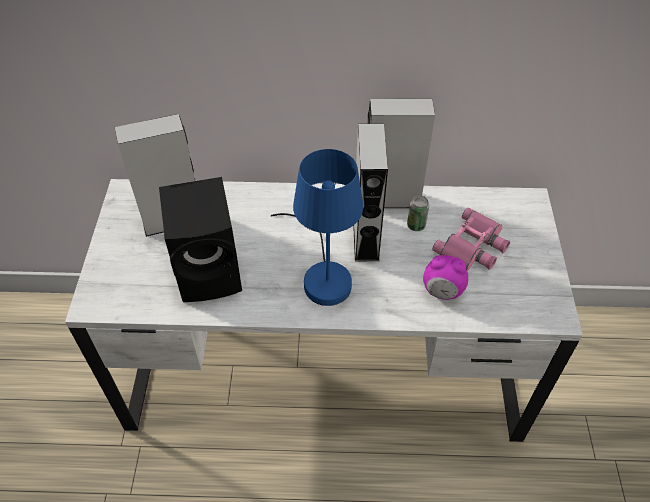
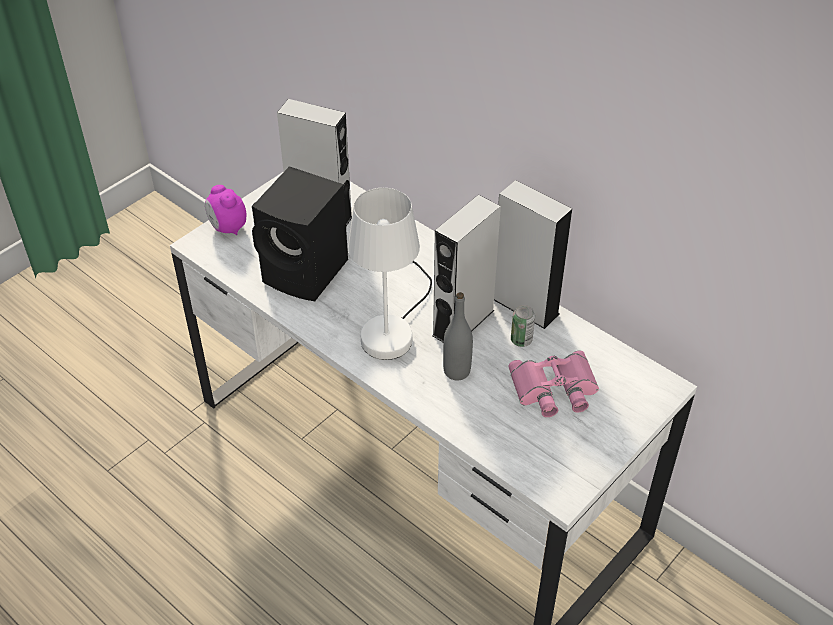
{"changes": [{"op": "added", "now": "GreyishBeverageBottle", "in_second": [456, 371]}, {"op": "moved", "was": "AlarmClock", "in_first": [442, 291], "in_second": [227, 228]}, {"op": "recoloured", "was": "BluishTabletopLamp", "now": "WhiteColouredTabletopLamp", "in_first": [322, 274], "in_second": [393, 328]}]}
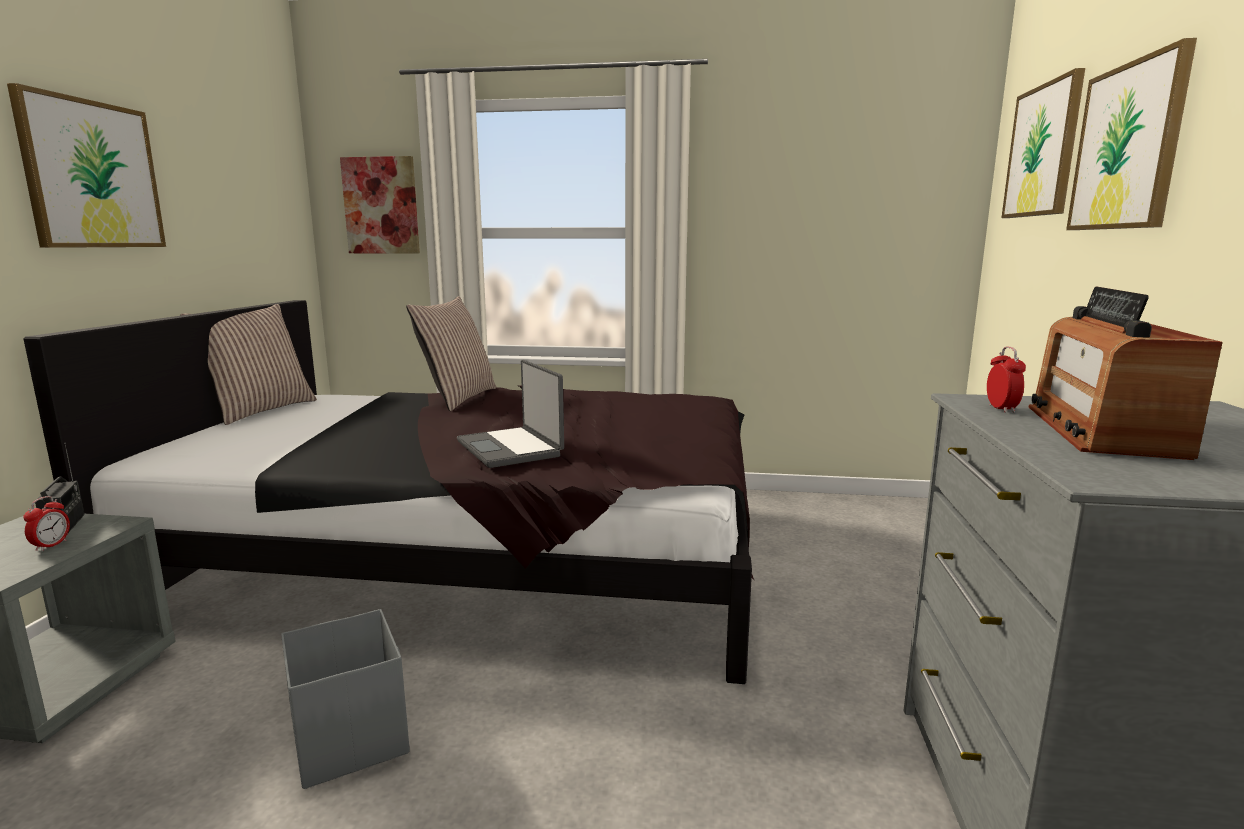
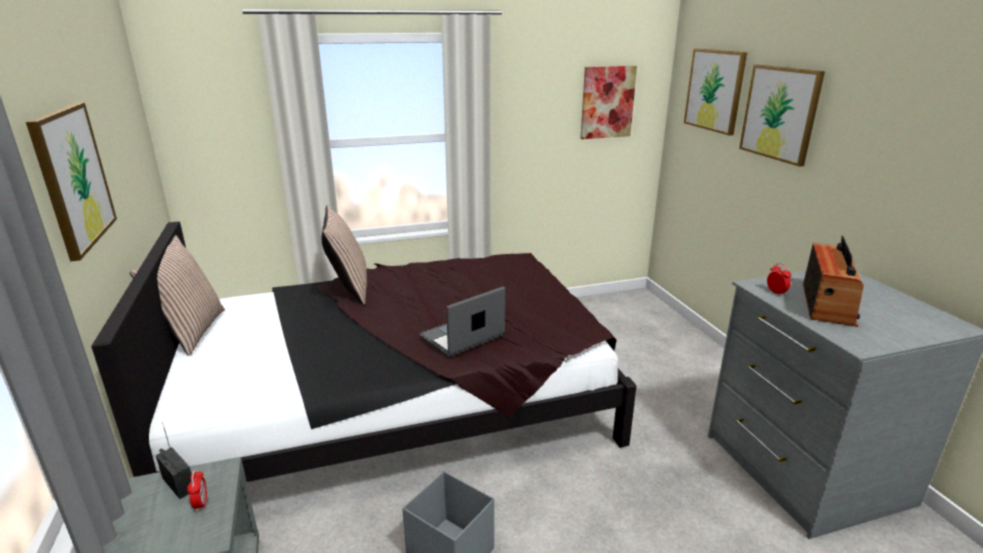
{"changes": [{"op": "moved", "was": "WallArt", "in_first": [381, 206], "in_second": [607, 102]}, {"op": "turned", "was": "PortableComputer", "in_first": [511, 448], "in_second": [463, 337], "clockwise": 105}, {"op": "turned", "was": "RadioSet", "in_first": [1101, 430], "in_second": [827, 304], "clockwise": -150}]}
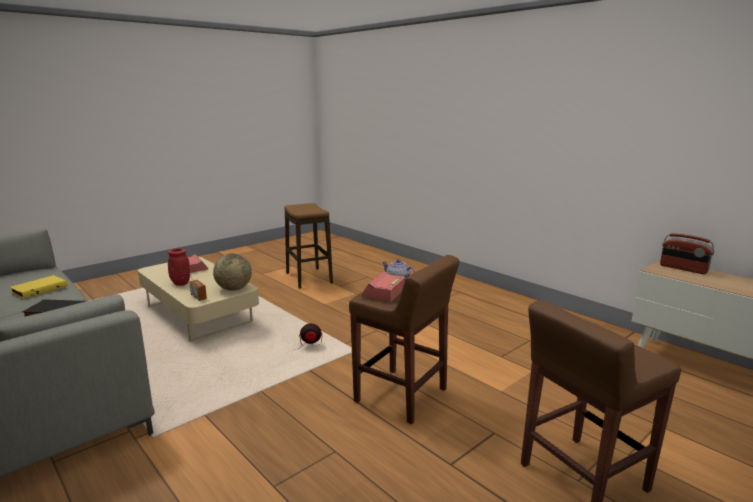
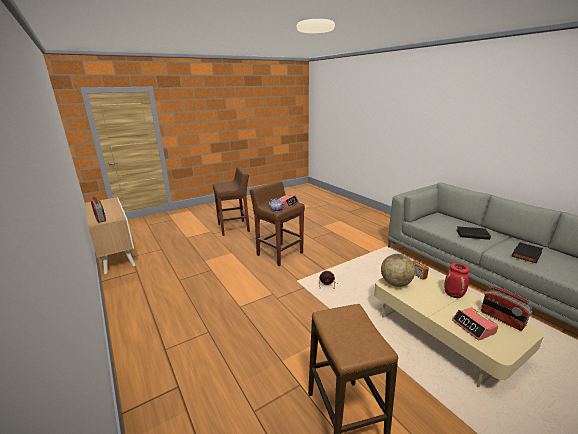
{"changes": [{"op": "added", "now": "RadioSet", "in_second": [502, 319]}, {"op": "recoloured", "was": "YellowishBoundBook", "now": "BlackBoundBook", "in_first": [39, 289], "in_second": [527, 254]}]}
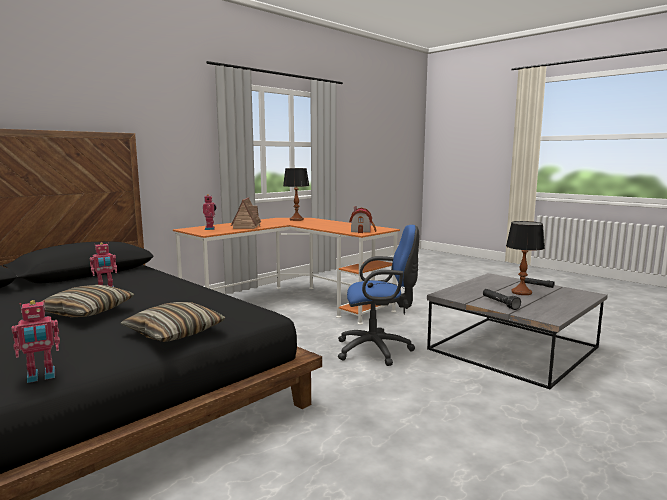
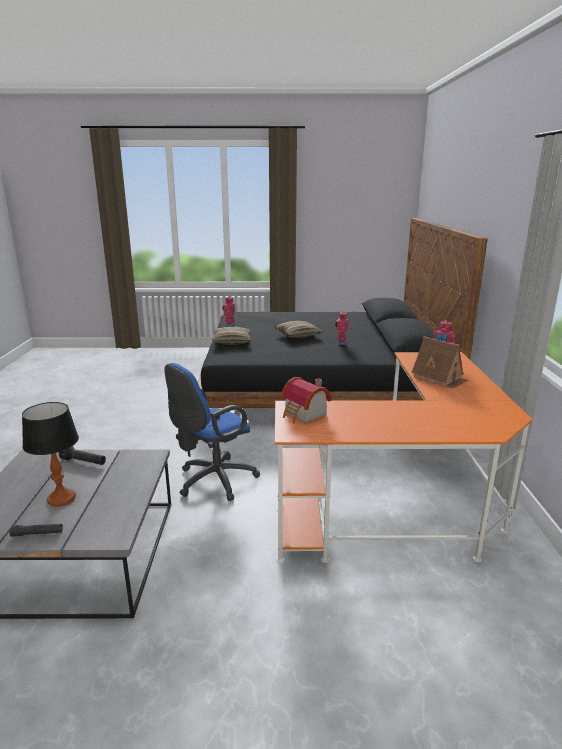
{"changes": [{"op": "removed", "was": "TabletopLamp", "in_first": [296, 219]}]}
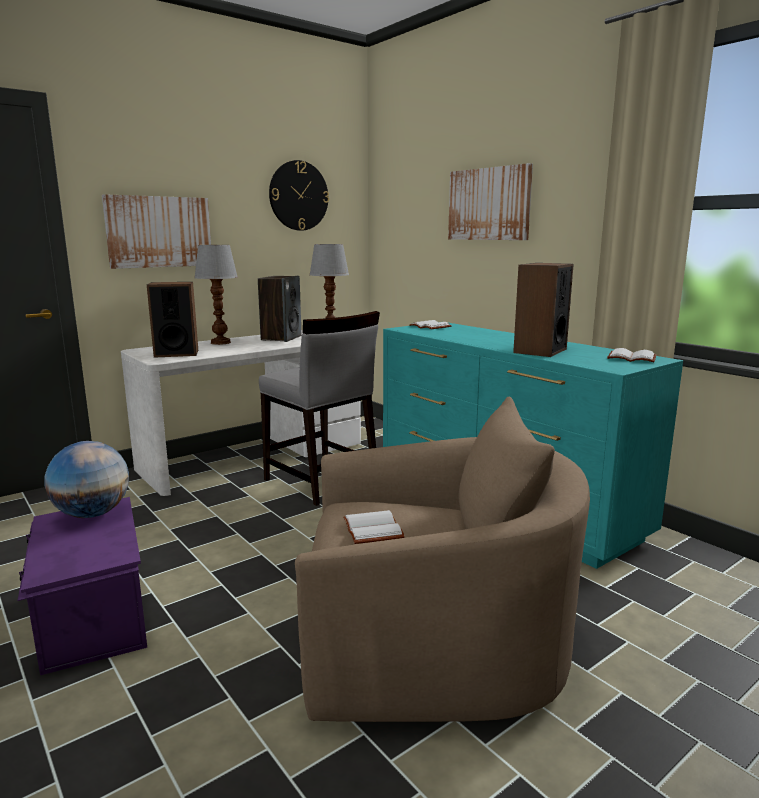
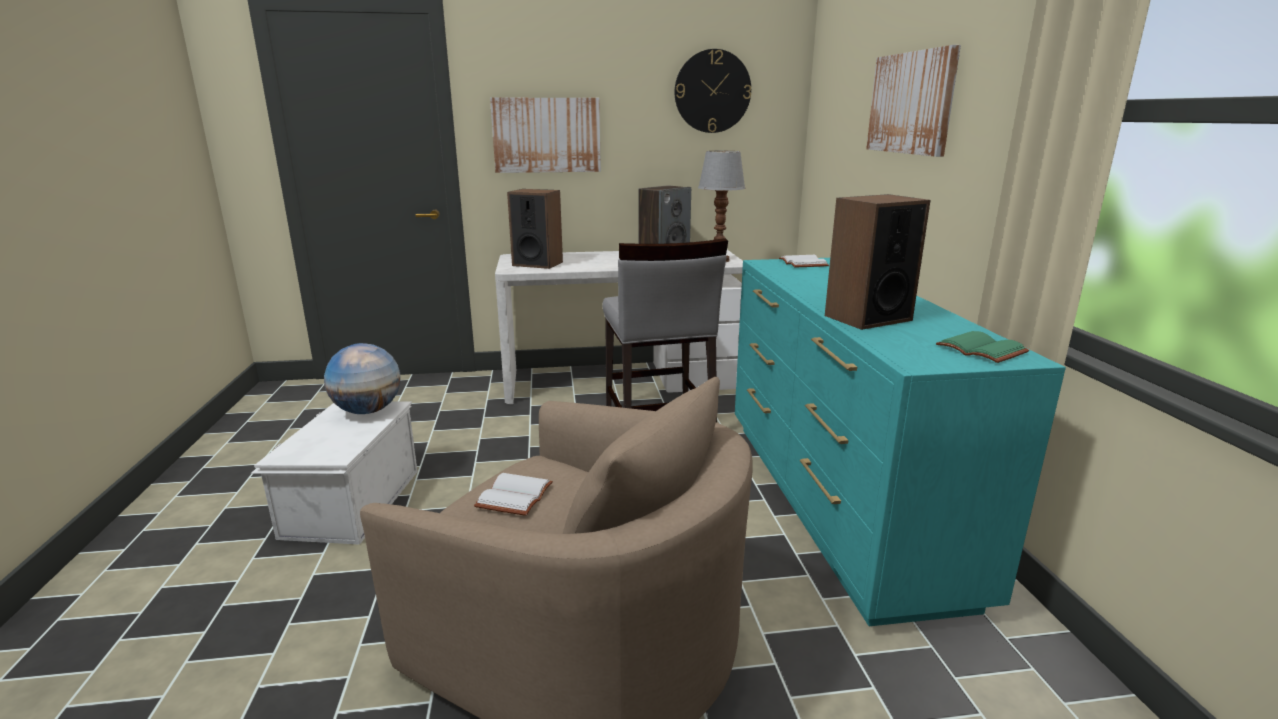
{"changes": [{"op": "removed", "was": "TabletopLamp", "in_first": [221, 343]}, {"op": "recoloured", "was": "PurpleStorageBox", "now": "WhiteColouredStorageBox", "in_first": [91, 618], "in_second": [350, 503]}, {"op": "recoloured", "was": "WhiteColouredBoundBook", "now": "GreenBoundBook", "in_first": [632, 358], "in_second": [983, 350]}]}
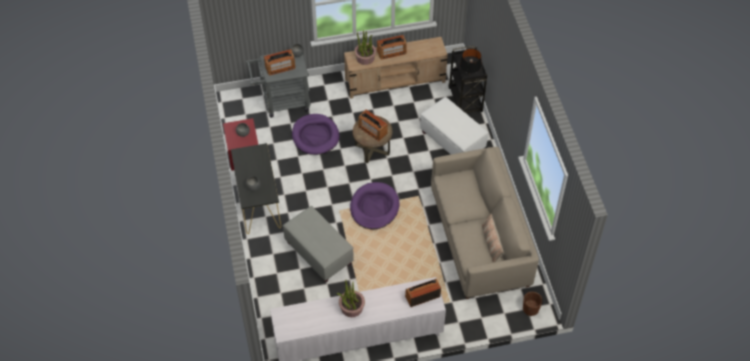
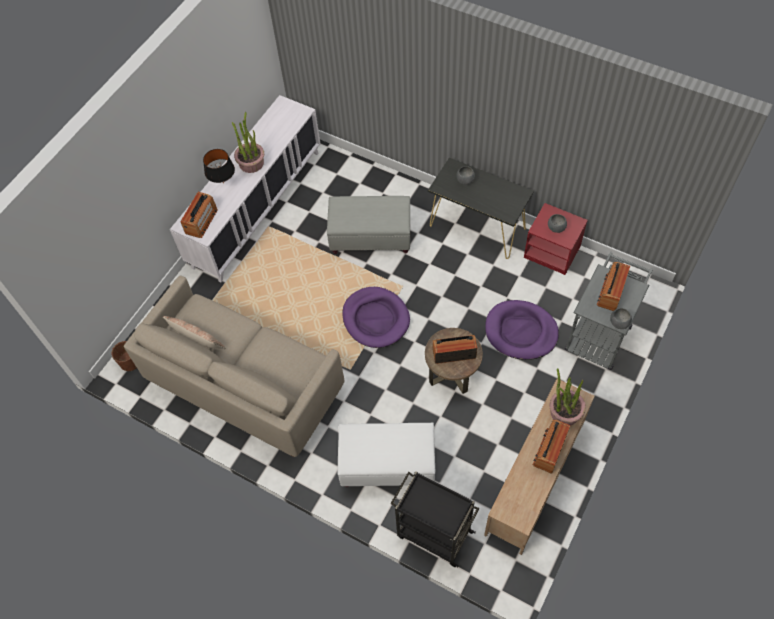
{"changes": [{"op": "moved", "was": "BlackTabletopLamp", "in_first": [469, 74], "in_second": [223, 183]}]}
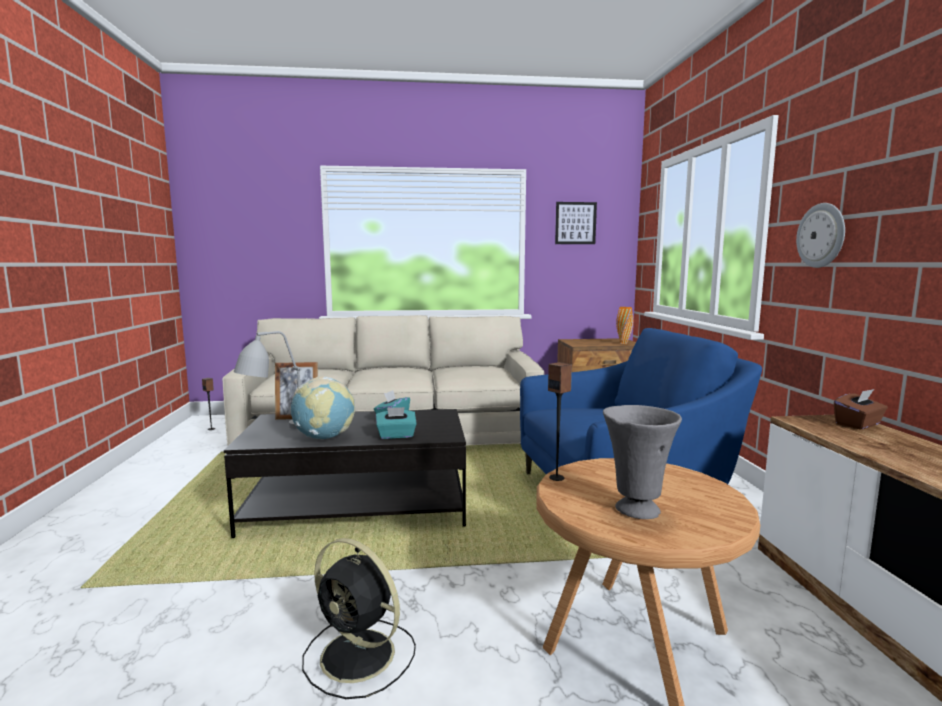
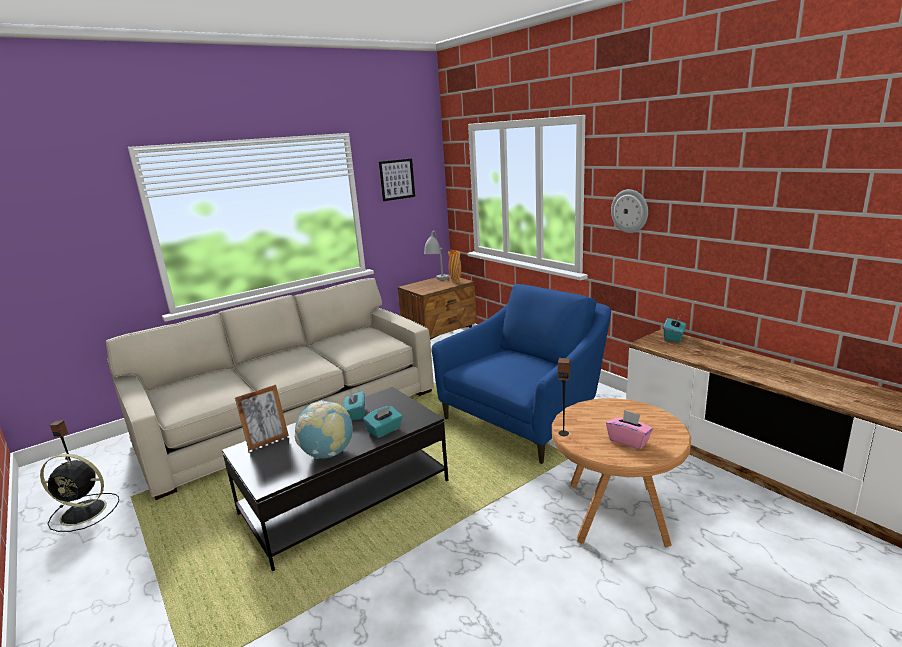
{"changes": [{"op": "moved", "was": "GreyishTabletopLamp", "in_first": [275, 430], "in_second": [438, 281]}, {"op": "moved", "was": "BlackCoolingFan", "in_first": [360, 656], "in_second": [85, 512]}, {"op": "replaced", "was": "GreyishFlowerVase", "now": "PinkishTissueHolder", "in_first": [635, 510], "in_second": [628, 441]}, {"op": "recoloured", "was": "BrownTissueHolder", "now": "BlueGreenTissueHolder", "in_first": [858, 424], "in_second": [674, 337]}]}
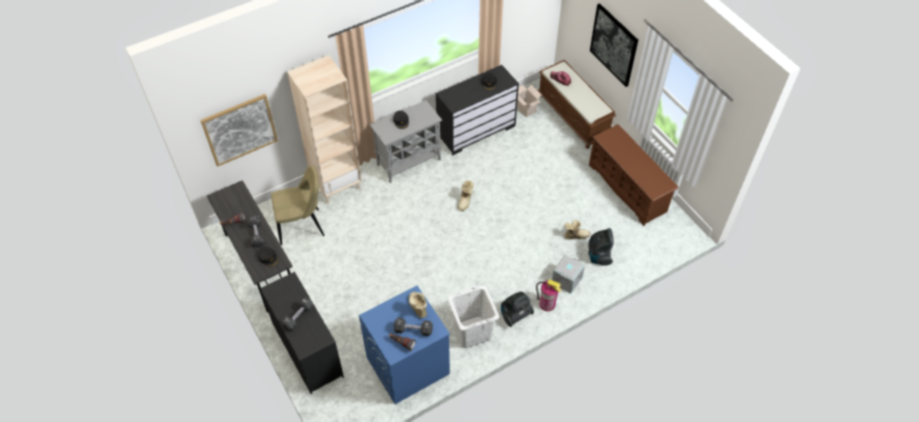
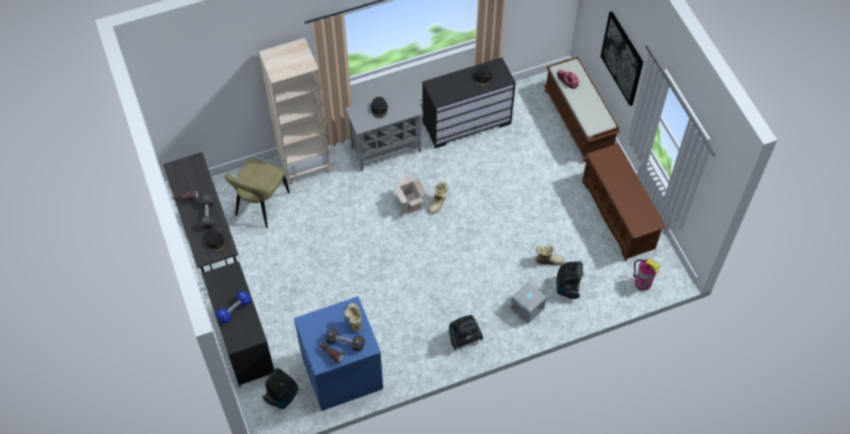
{"changes": [{"op": "removed", "was": "WallArt", "in_first": [240, 129]}, {"op": "removed", "was": "WhiteColouredHamper", "in_first": [472, 332]}, {"op": "added", "now": "VacuumCleaner", "in_second": [283, 396]}, {"op": "moved", "was": "CardboardBox", "in_first": [525, 109], "in_second": [409, 203]}, {"op": "moved", "was": "FireExtinguisher", "in_first": [547, 304], "in_second": [643, 283]}, {"op": "recoloured", "was": "BlackDumbbell", "now": "BluishDumbbell", "in_first": [298, 317], "in_second": [234, 310]}, {"op": "turned", "was": "SandColouredUprightChair", "in_first": [303, 226], "in_second": [261, 206], "clockwise": 120}]}
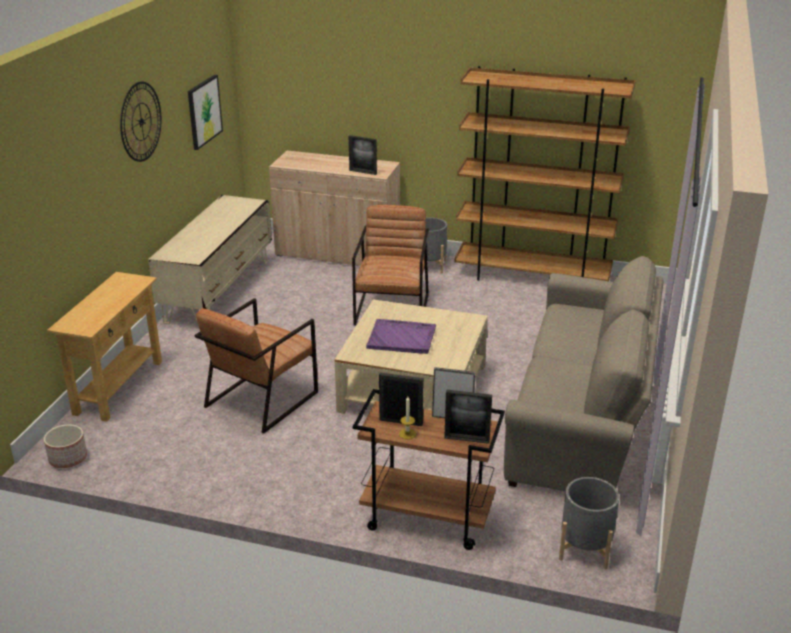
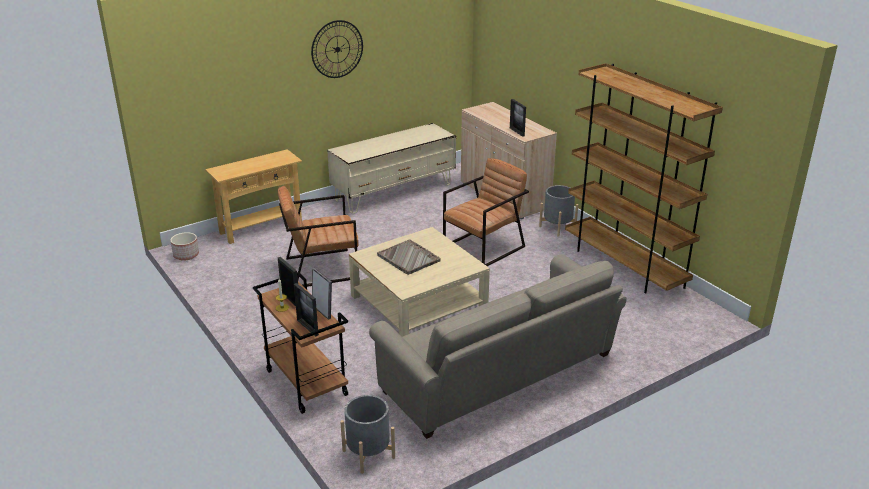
{"changes": [{"op": "removed", "was": "WallArt", "in_first": [204, 111]}, {"op": "recoloured", "was": "PurpleCarryingTray", "now": "GreyishCarryingTray", "in_first": [402, 338], "in_second": [409, 258]}]}
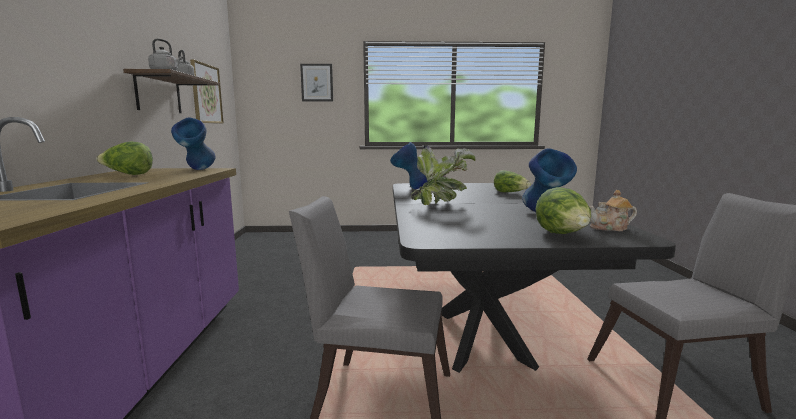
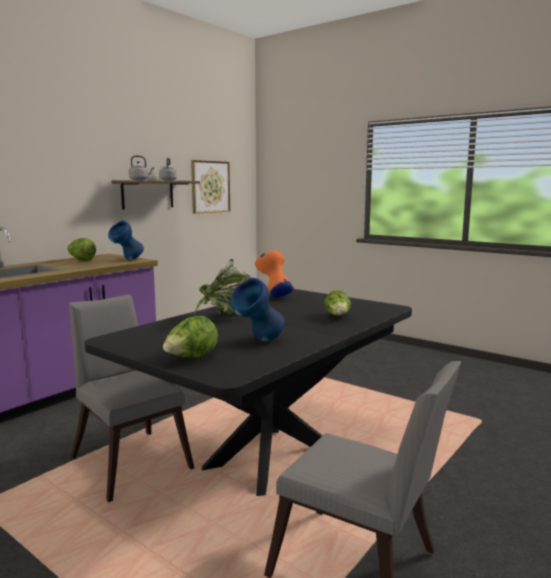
{"changes": [{"op": "removed", "was": "WallArt", "in_first": [317, 82]}, {"op": "removed", "was": "TeaPot", "in_first": [610, 228]}, {"op": "recoloured", "was": "BluishFlowerVase", "now": "OrangeColouredFlowerVase", "in_first": [411, 189], "in_second": [274, 296]}]}
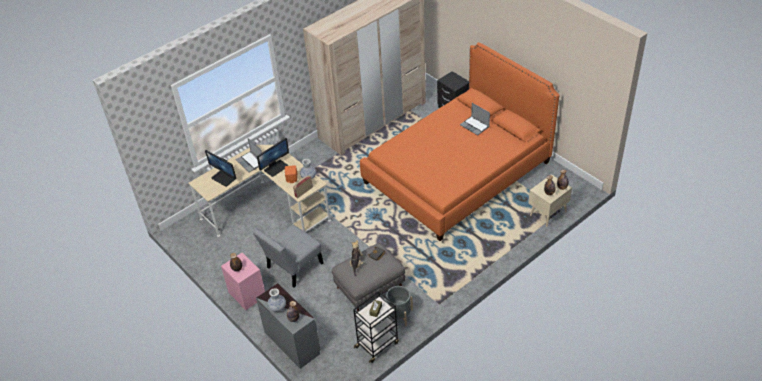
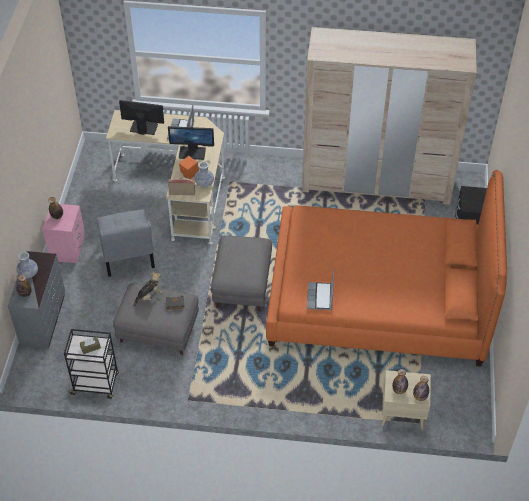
{"changes": [{"op": "removed", "was": "GreyishFlowerPot", "in_first": [399, 315]}, {"op": "added", "now": "GreyishOttoman", "in_second": [242, 285]}, {"op": "moved", "was": "PortableComputer", "in_first": [475, 126], "in_second": [320, 297]}, {"op": "turned", "was": "ComputerScreen", "in_first": [224, 178], "in_second": [143, 128], "clockwise": 105}, {"op": "turned", "was": "GreyishUprightChair", "in_first": [292, 267], "in_second": [128, 257], "clockwise": -105}]}
